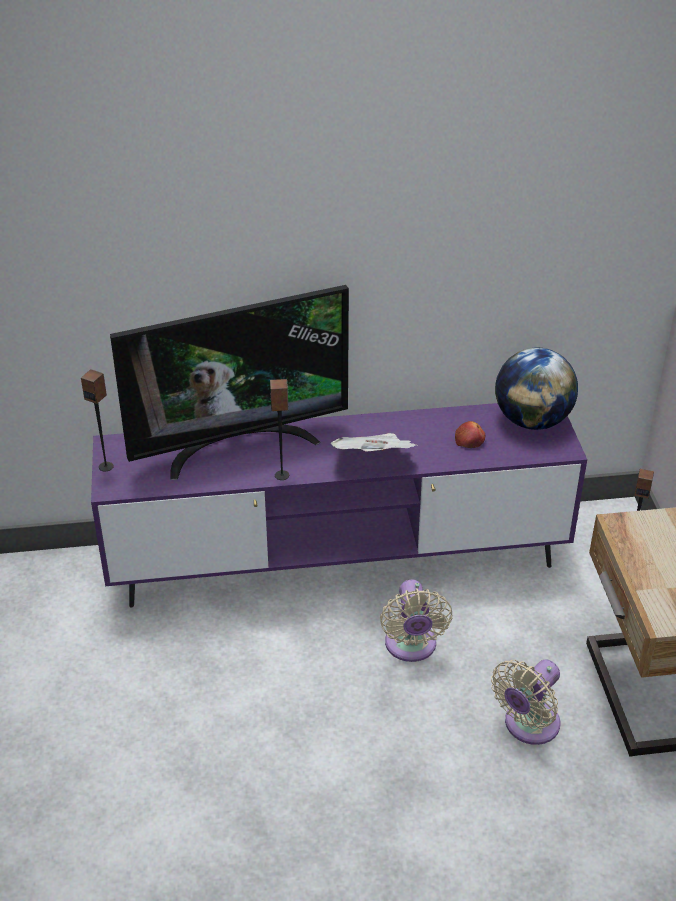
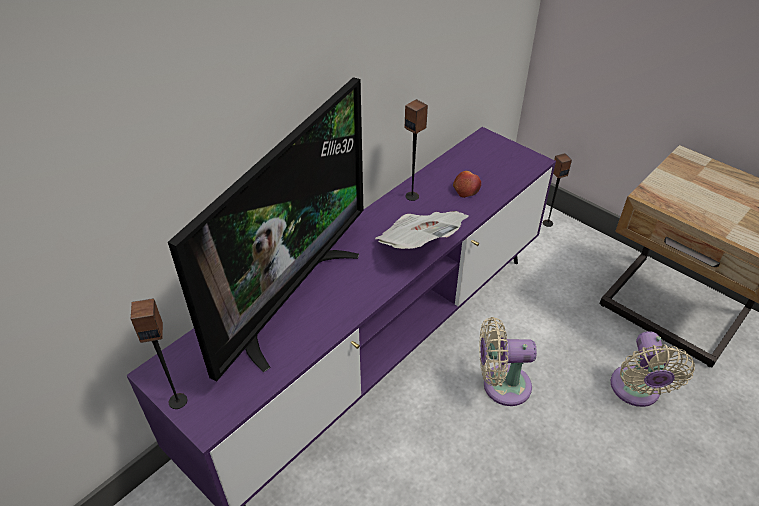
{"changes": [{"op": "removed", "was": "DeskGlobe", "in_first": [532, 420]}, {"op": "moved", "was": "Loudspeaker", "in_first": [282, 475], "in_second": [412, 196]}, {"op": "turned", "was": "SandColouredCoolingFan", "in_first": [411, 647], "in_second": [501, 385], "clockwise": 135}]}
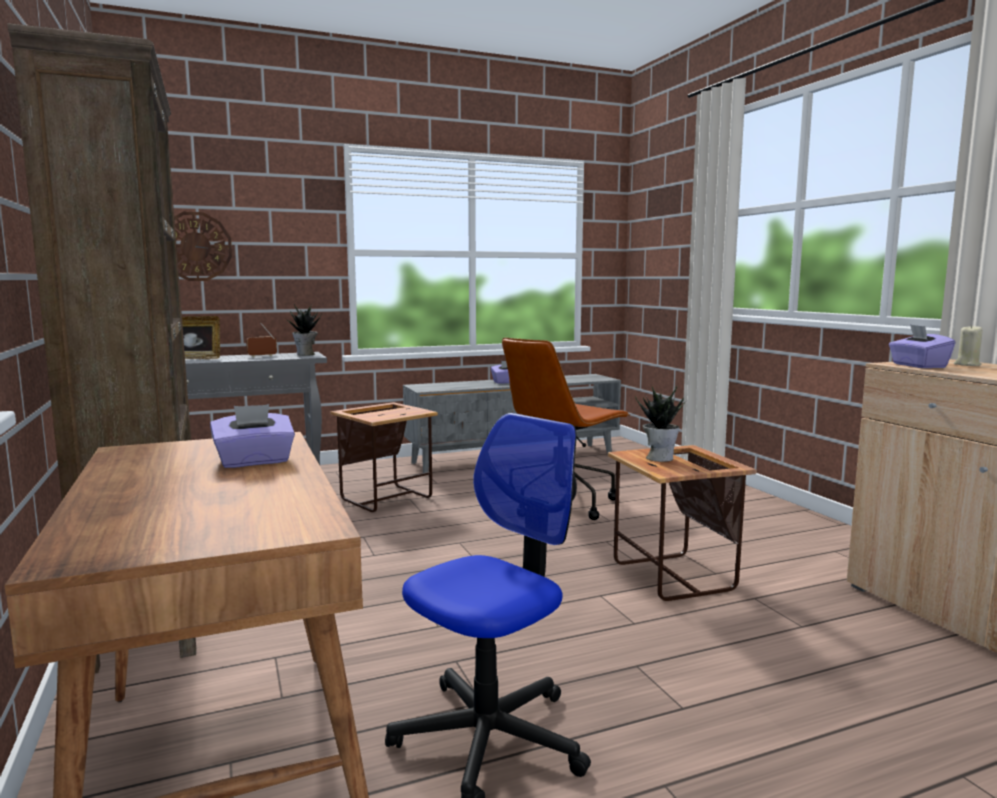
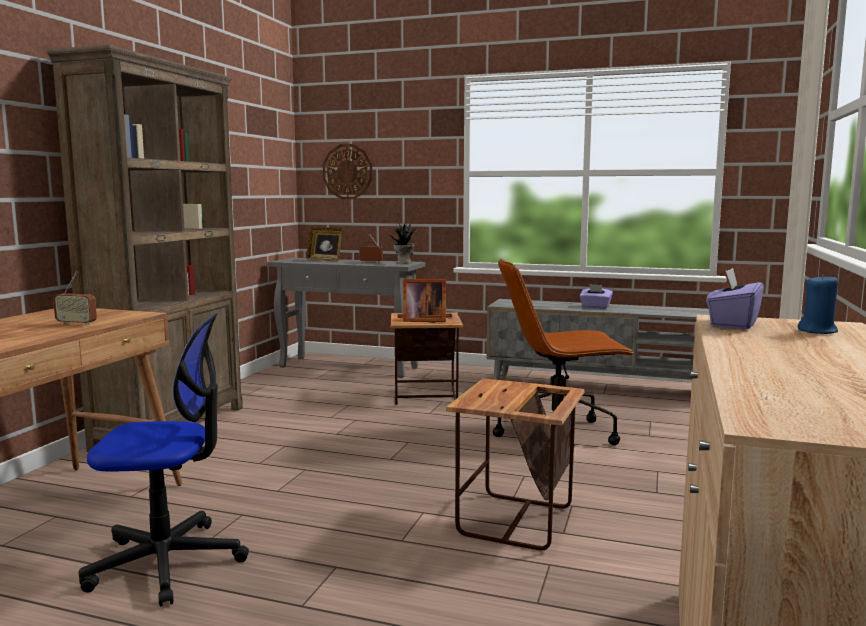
{"changes": [{"op": "removed", "was": "Houseplant", "in_first": [659, 458]}, {"op": "added", "now": "StandingFrame", "in_second": [422, 320]}, {"op": "replaced", "was": "PurpleTissueHolder", "now": "RadioSet", "in_first": [254, 461], "in_second": [76, 324]}, {"op": "recoloured", "was": "SandColouredWaxLight", "now": "BluishWaxLight", "in_first": [967, 365], "in_second": [818, 331]}]}
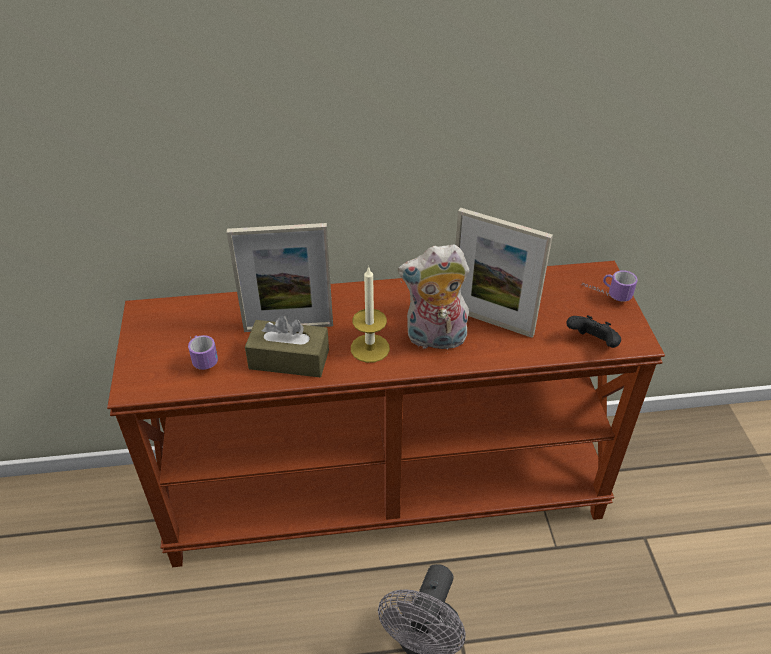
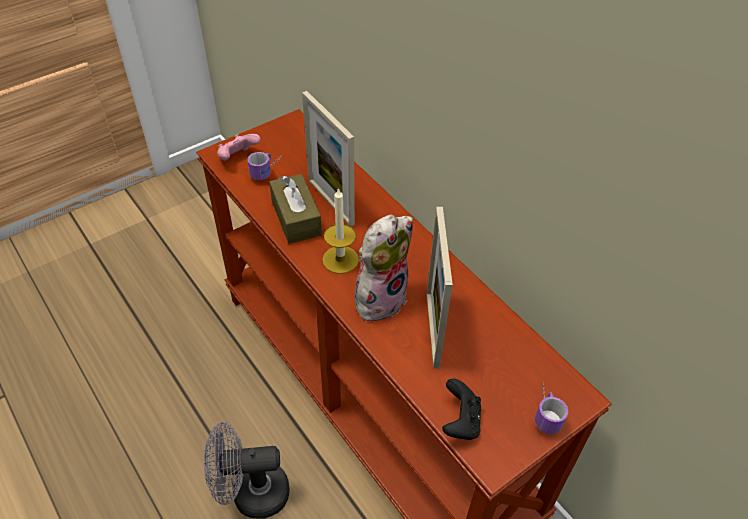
{"changes": [{"op": "added", "now": "PinkishGamepad", "in_second": [238, 158]}, {"op": "turned", "was": "PlushToy", "in_first": [435, 339], "in_second": [380, 297], "clockwise": 75}]}
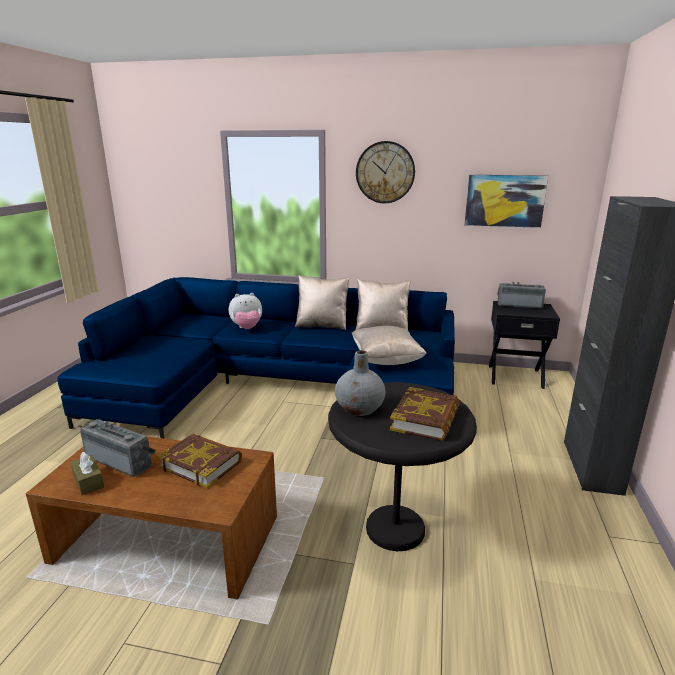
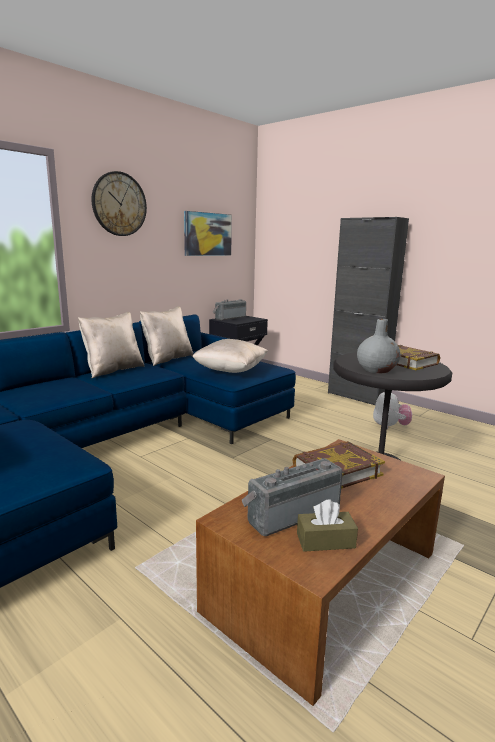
{"changes": [{"op": "moved", "was": "PlushToy", "in_first": [247, 328], "in_second": [390, 427]}]}
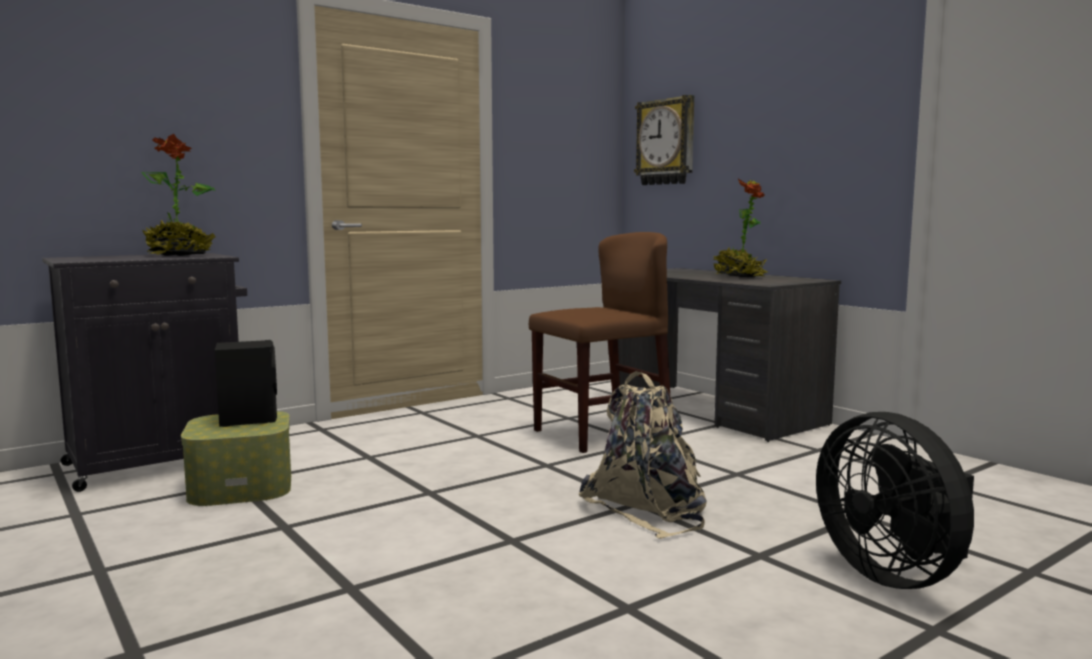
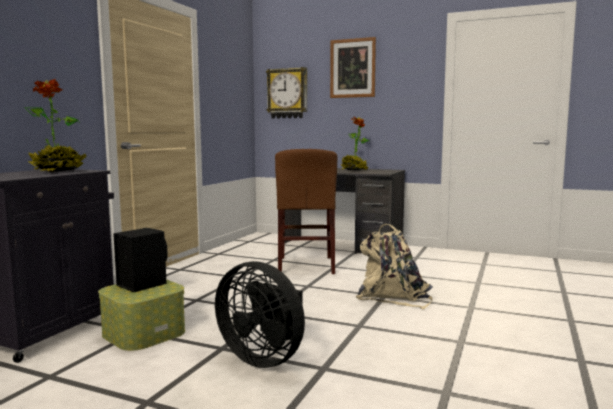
{"changes": [{"op": "added", "now": "WallArt", "in_second": [352, 68]}, {"op": "moved", "was": "BlackCoolingFan", "in_first": [894, 574], "in_second": [264, 358]}, {"op": "turned", "was": "BrownUprightChair", "in_first": [601, 433], "in_second": [306, 265], "clockwise": 150}]}
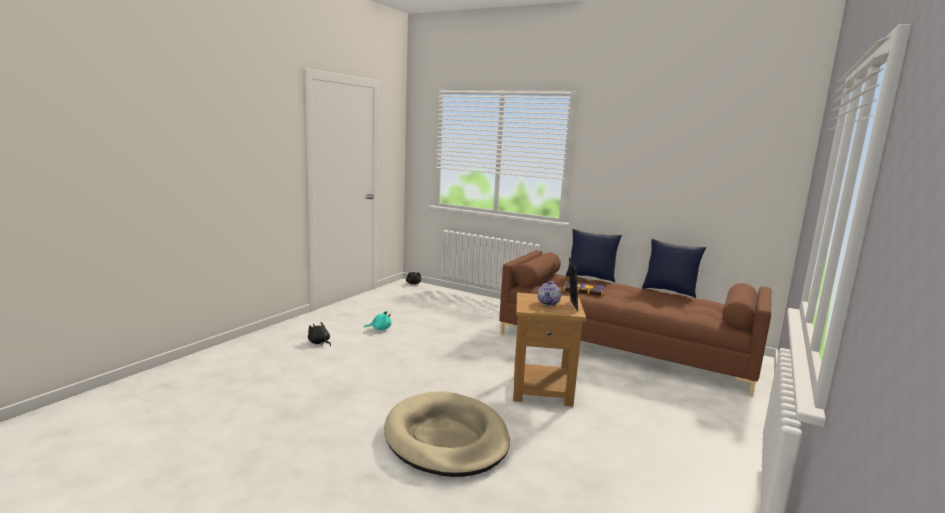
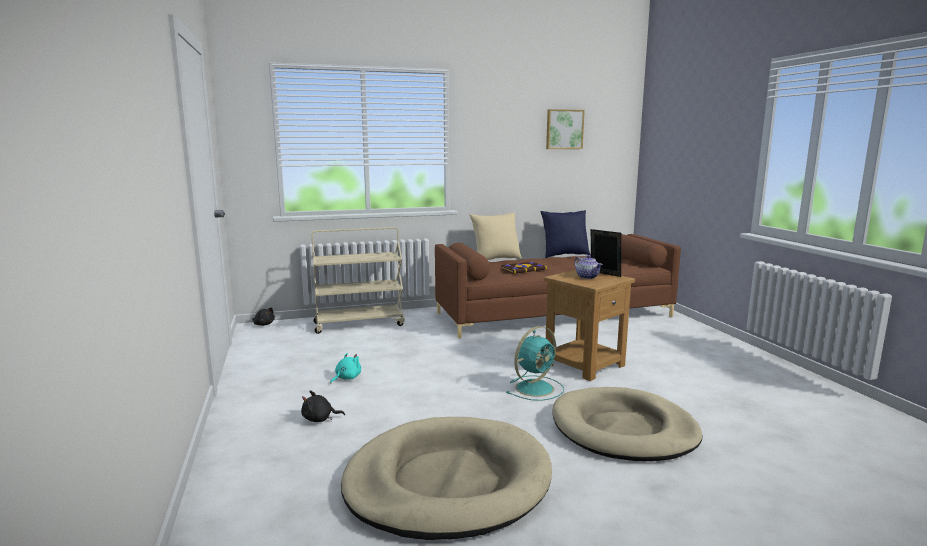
{"changes": [{"op": "added", "now": "SandColouredCart", "in_second": [359, 324]}, {"op": "added", "now": "SandColouredPetBed", "in_second": [447, 482]}, {"op": "added", "now": "BlueGreenCoolingFan", "in_second": [536, 388]}, {"op": "added", "now": "WallArt", "in_second": [564, 129]}, {"op": "recoloured", "was": "BluishPillow", "now": "SandColouredPillow", "in_first": [590, 277], "in_second": [495, 260]}]}
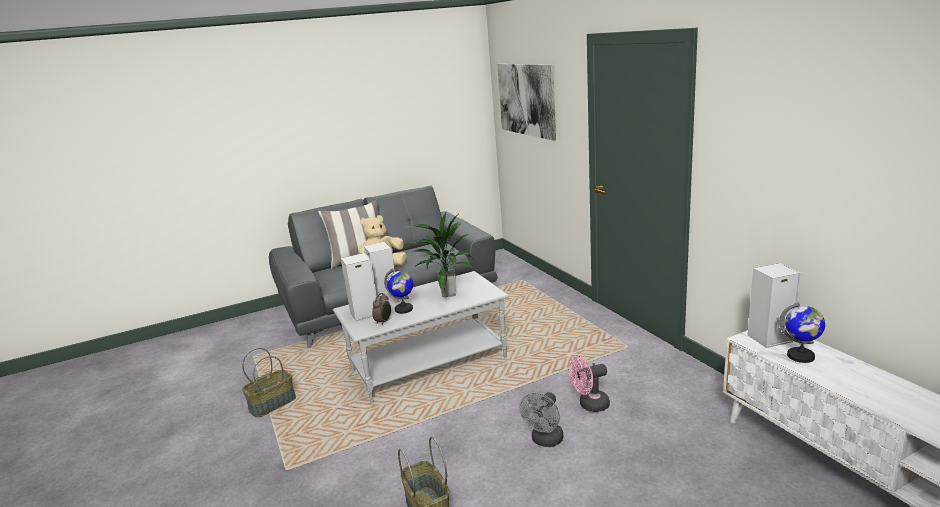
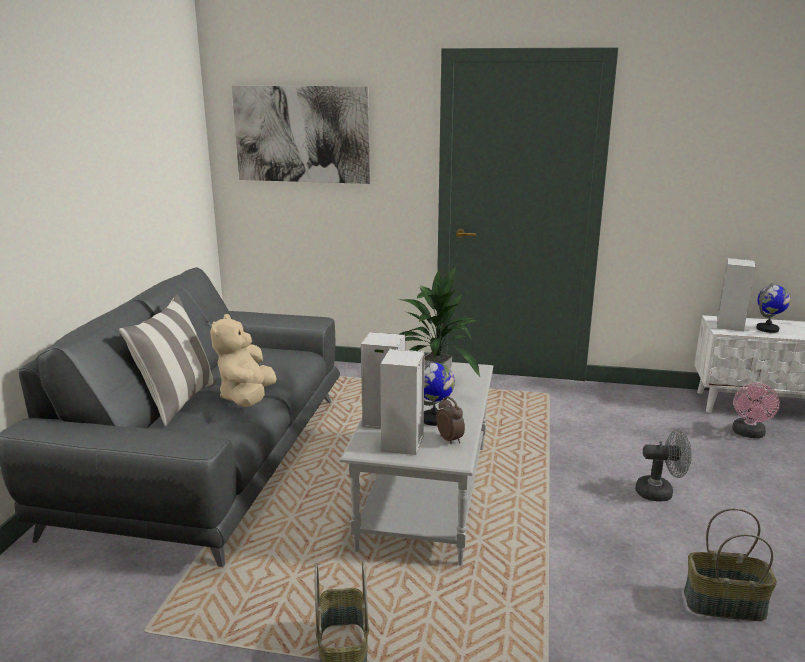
{"changes": [{"op": "moved", "was": "PinkishCoolingFan", "in_first": [589, 405], "in_second": [749, 434]}, {"op": "turned", "was": "GreyishCoolingFan", "in_first": [545, 441], "in_second": [660, 492], "clockwise": -60}]}
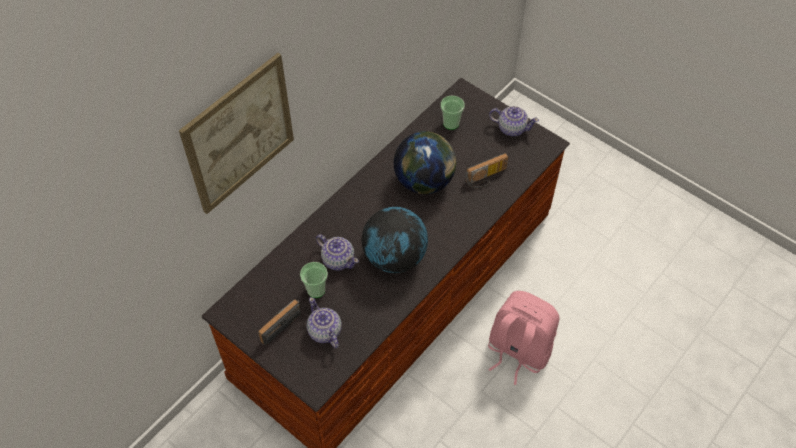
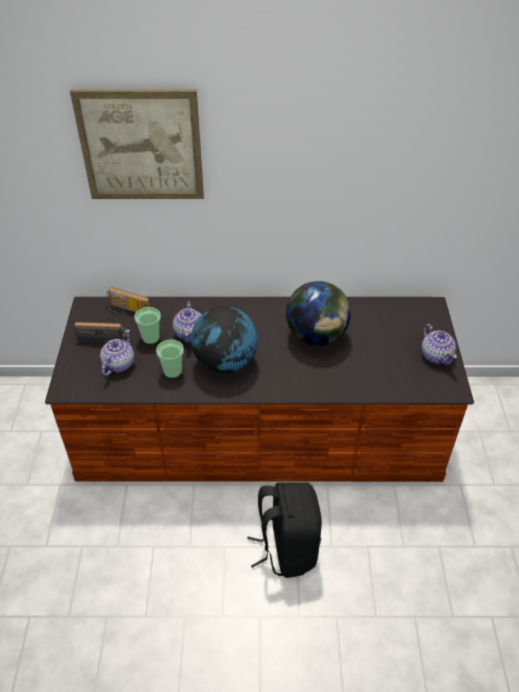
{"changes": [{"op": "moved", "was": "Cup", "in_first": [451, 123], "in_second": [172, 371]}, {"op": "moved", "was": "RadioSet", "in_first": [486, 178], "in_second": [127, 311]}, {"op": "recoloured", "was": "PinkishRucksack", "now": "BlackRucksack", "in_first": [517, 351], "in_second": [286, 548]}]}
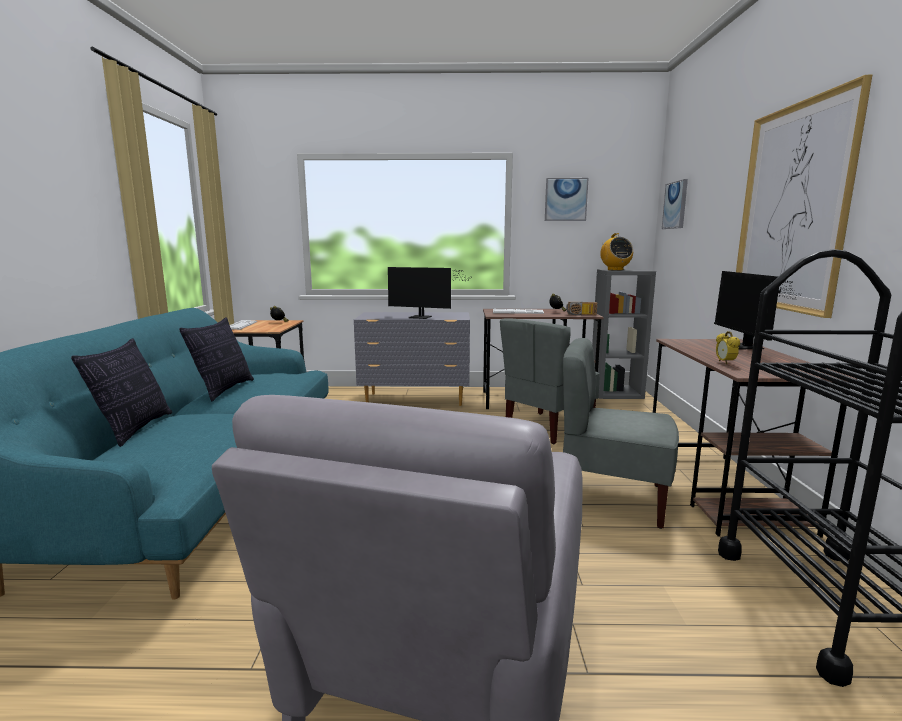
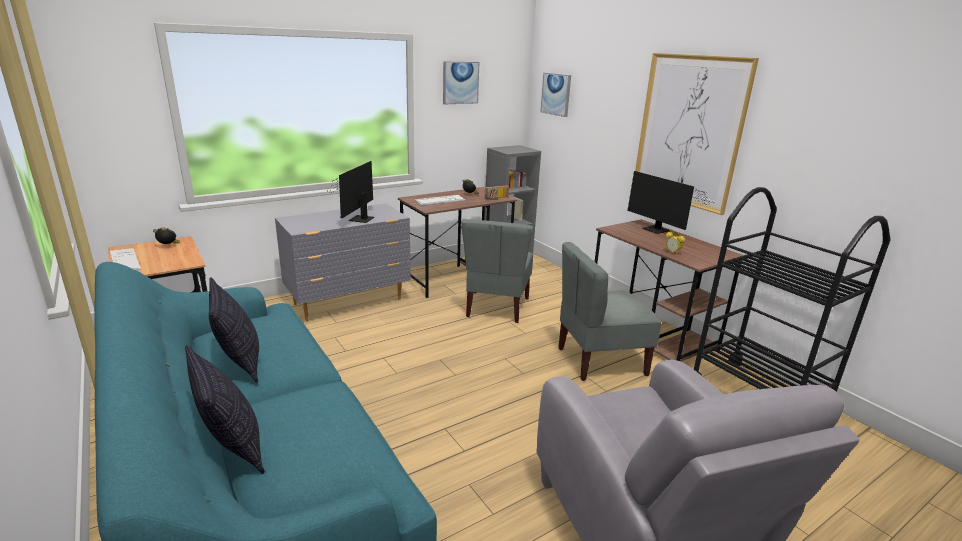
{"changes": [{"op": "removed", "was": "RadioSet", "in_first": [615, 270]}, {"op": "turned", "was": "ComputerScreen", "in_first": [423, 317], "in_second": [359, 220], "clockwise": 120}]}
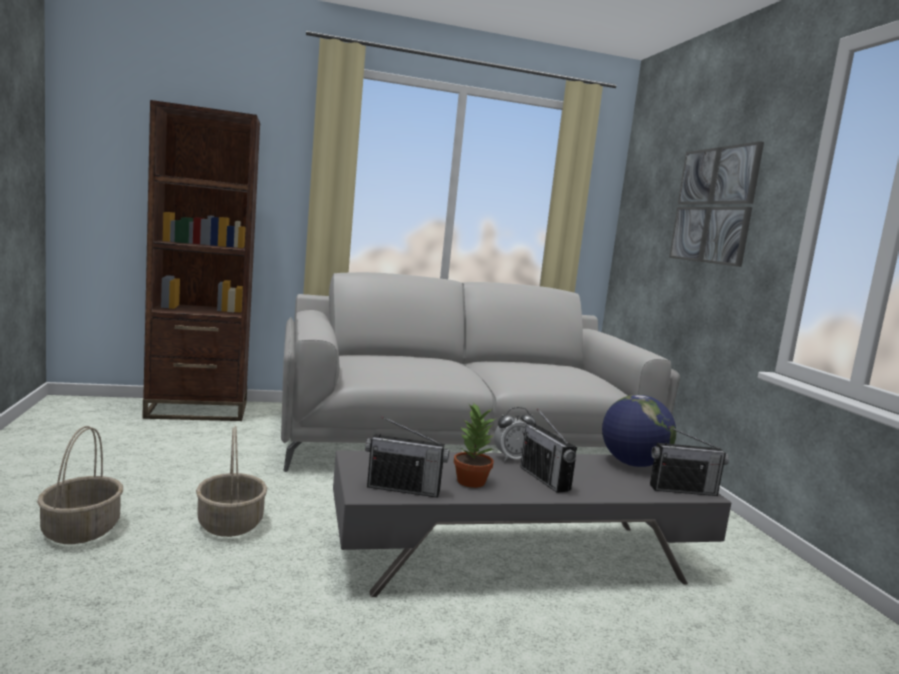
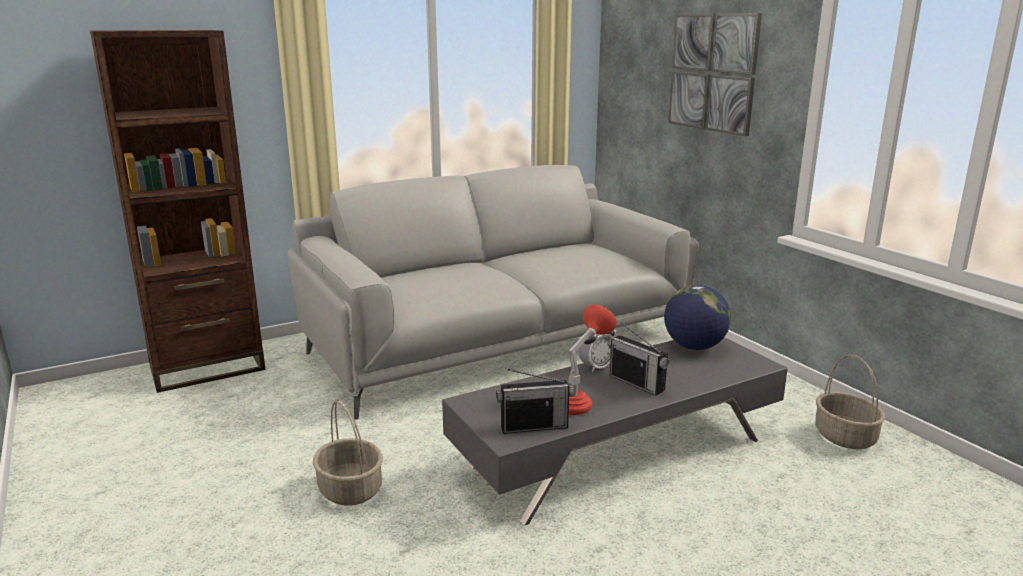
{"changes": [{"op": "removed", "was": "RadioSet", "in_first": [683, 490]}, {"op": "moved", "was": "Basket", "in_first": [81, 530], "in_second": [843, 436]}, {"op": "replaced", "was": "Houseplant", "now": "RedColouredTabletopLamp", "in_first": [470, 481], "in_second": [581, 403]}]}
